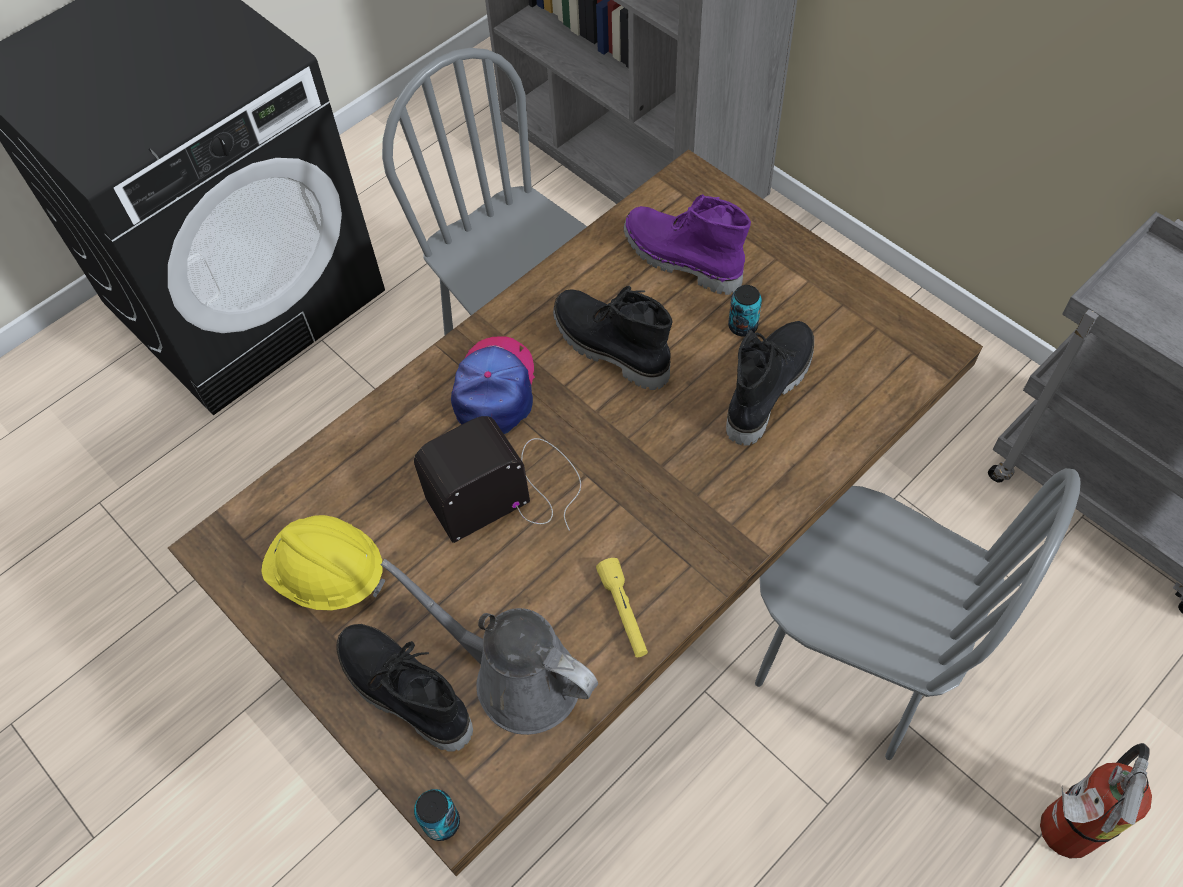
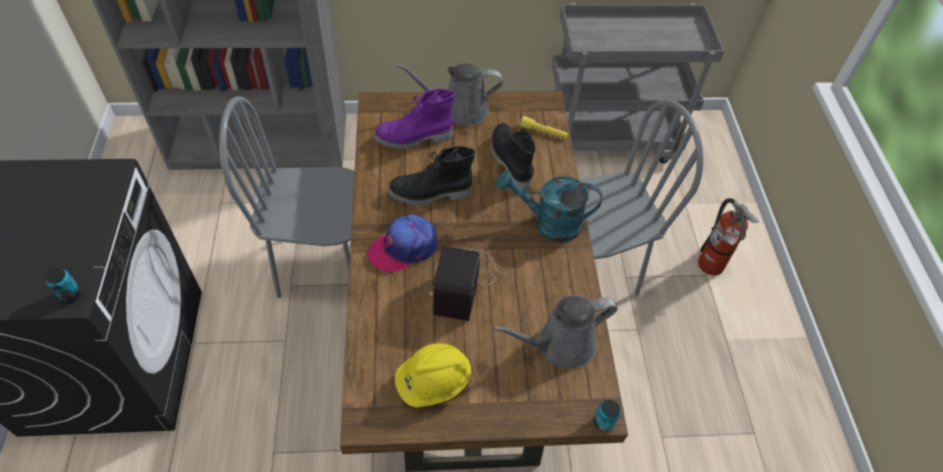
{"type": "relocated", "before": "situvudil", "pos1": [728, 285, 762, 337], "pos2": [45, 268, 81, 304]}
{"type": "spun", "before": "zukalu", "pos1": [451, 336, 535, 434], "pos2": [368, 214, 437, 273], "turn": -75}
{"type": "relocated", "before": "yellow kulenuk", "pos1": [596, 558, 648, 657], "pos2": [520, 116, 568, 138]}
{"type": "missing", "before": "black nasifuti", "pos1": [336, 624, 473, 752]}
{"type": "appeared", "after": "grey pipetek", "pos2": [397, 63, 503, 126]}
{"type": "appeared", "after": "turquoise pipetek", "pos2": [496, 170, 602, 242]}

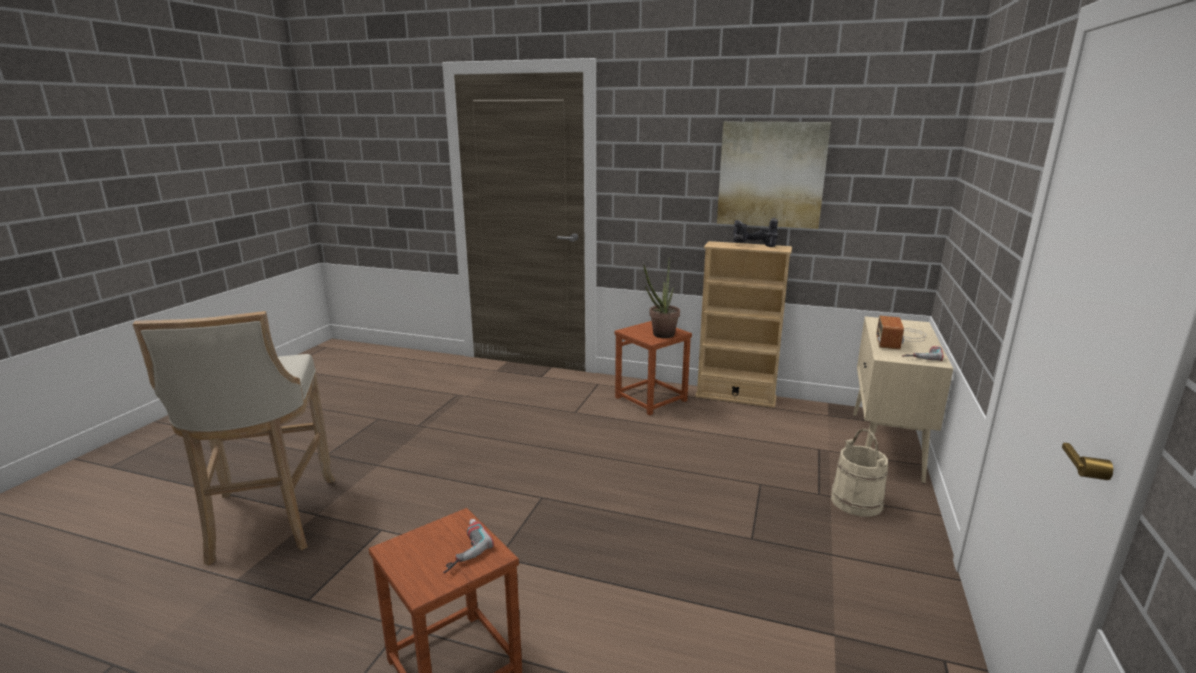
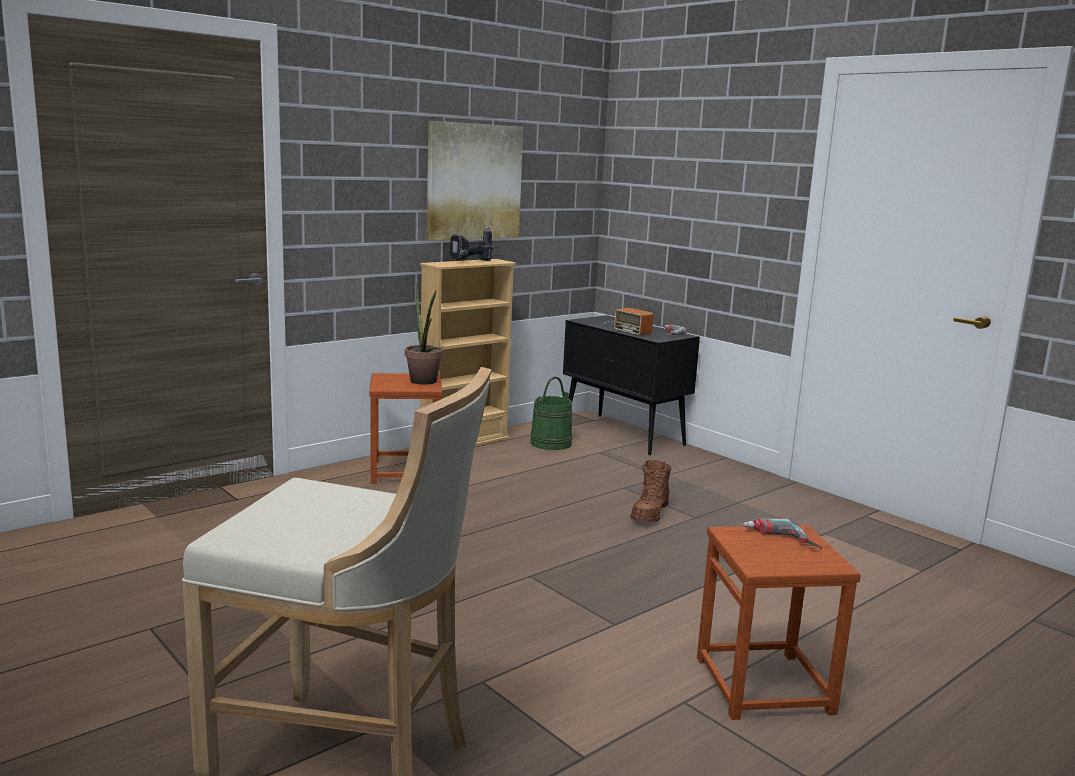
{"type": "colour", "before": "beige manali", "after": "black manali", "pos1": [853, 316, 953, 484], "pos2": [563, 315, 700, 455]}
{"type": "missing", "before": "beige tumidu", "pos1": [831, 428, 888, 517]}
{"type": "appeared", "after": "green tumidu", "pos2": [530, 376, 573, 450]}
{"type": "appeared", "after": "brown nasifuti", "pos2": [630, 460, 671, 522]}

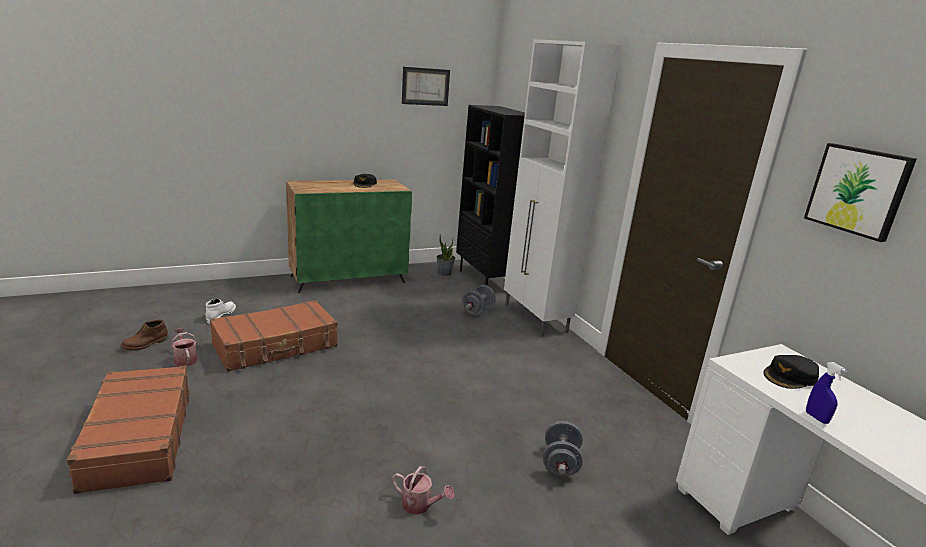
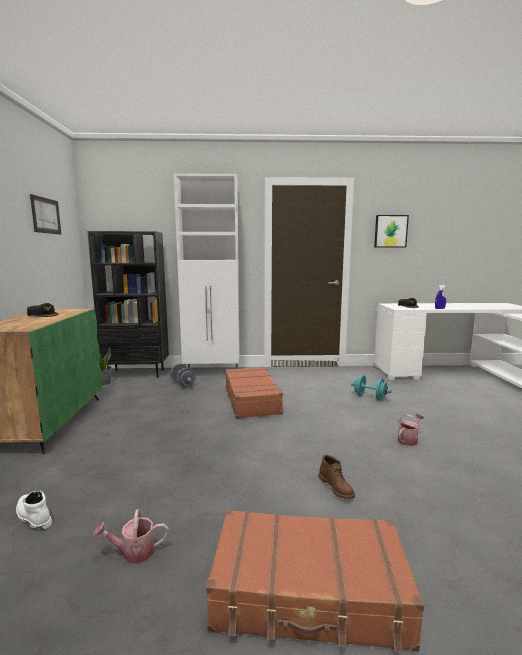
{"type": "relocated", "before": "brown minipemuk", "pos1": [210, 300, 338, 372], "pos2": [225, 367, 283, 419]}
{"type": "relocated", "before": "brown nasifuti", "pos1": [121, 319, 168, 350], "pos2": [319, 455, 355, 499]}
{"type": "colour", "before": "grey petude", "after": "turquoise petude", "pos1": [543, 421, 583, 476], "pos2": [351, 375, 392, 400]}

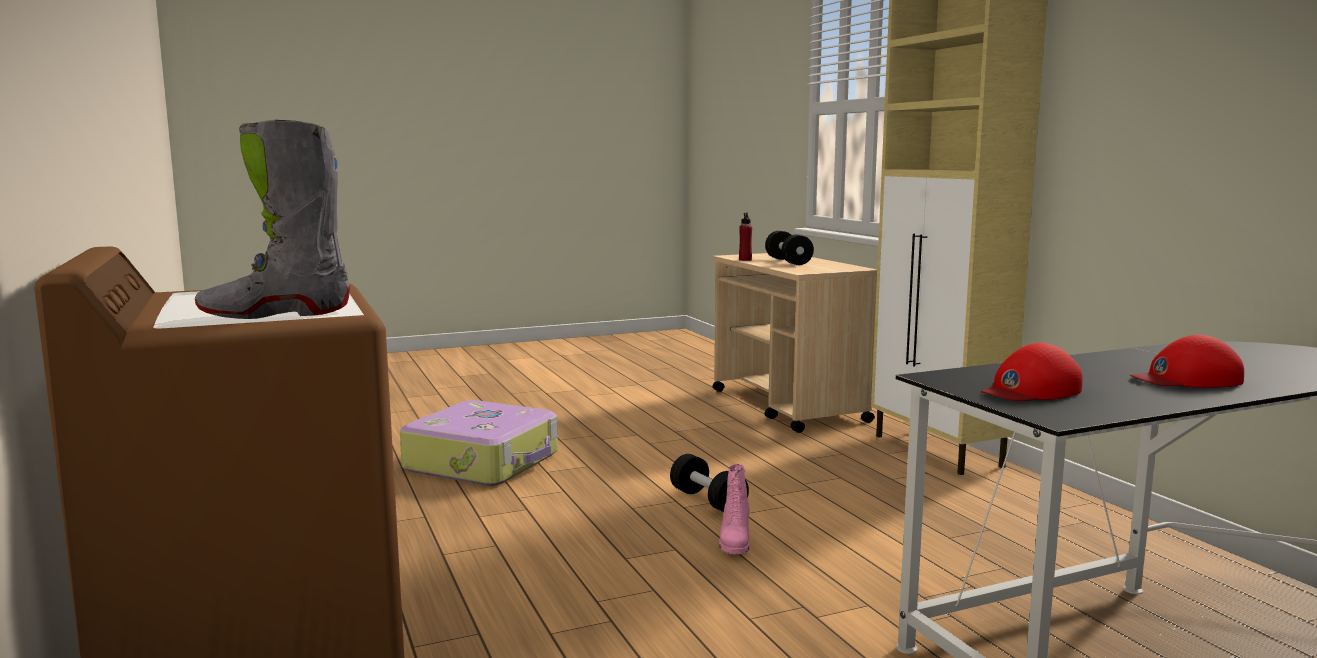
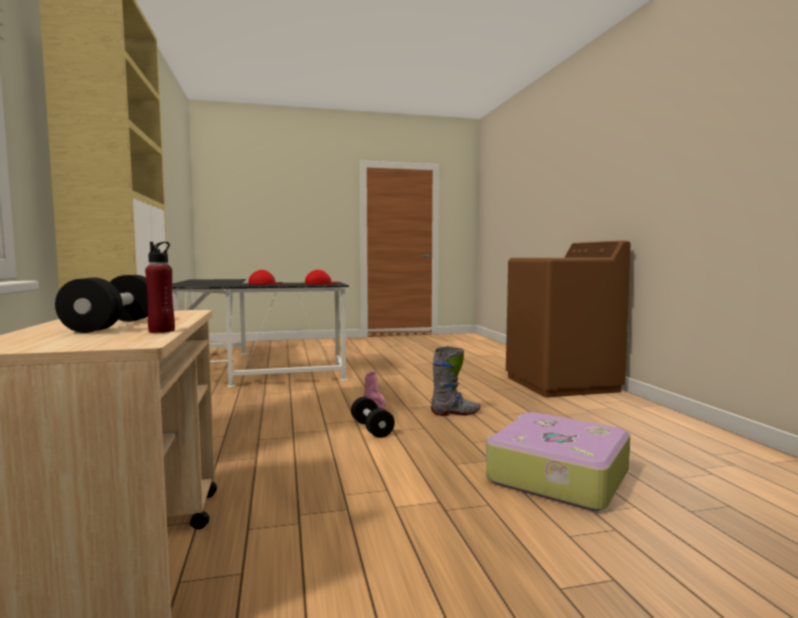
{"type": "relocated", "before": "grey nasifuti", "pos1": [195, 120, 350, 319], "pos2": [431, 346, 480, 416]}

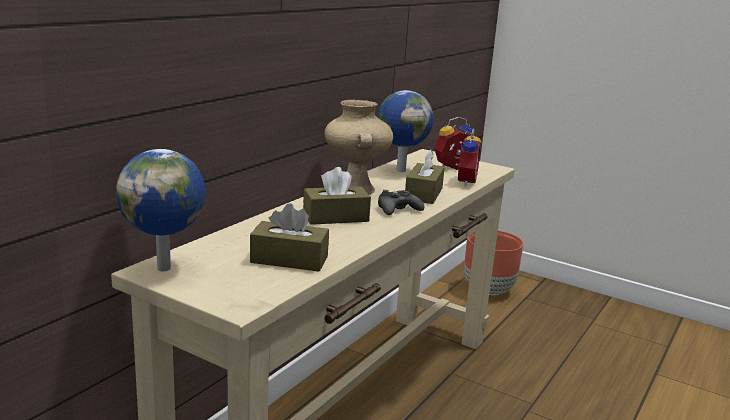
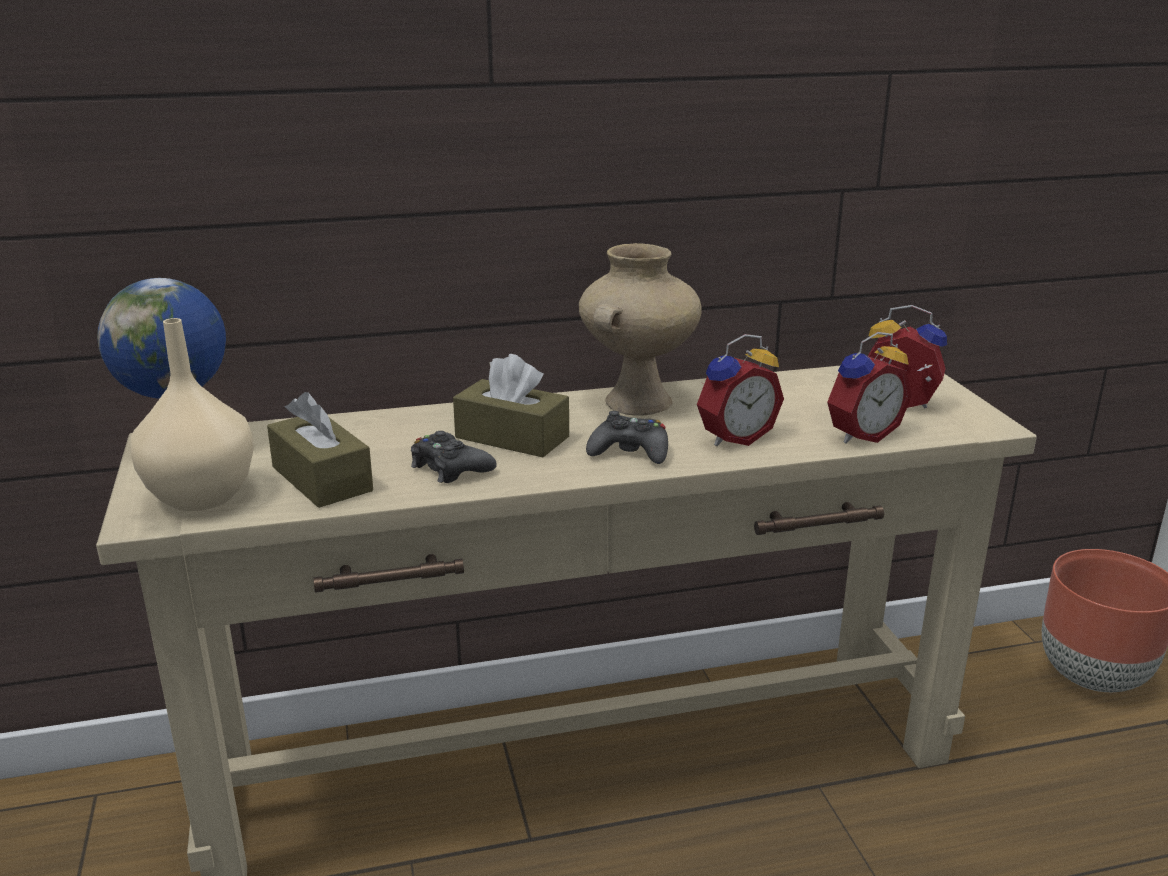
{"type": "missing", "before": "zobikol", "pos1": [378, 90, 433, 172]}
{"type": "exchanged", "before": "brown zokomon", "after": "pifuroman", "pos1": [405, 149, 445, 204], "pos2": [697, 334, 784, 446]}
{"type": "appeared", "after": "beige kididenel", "pos2": [130, 318, 254, 511]}
{"type": "appeared", "after": "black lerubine", "pos2": [411, 431, 497, 483]}

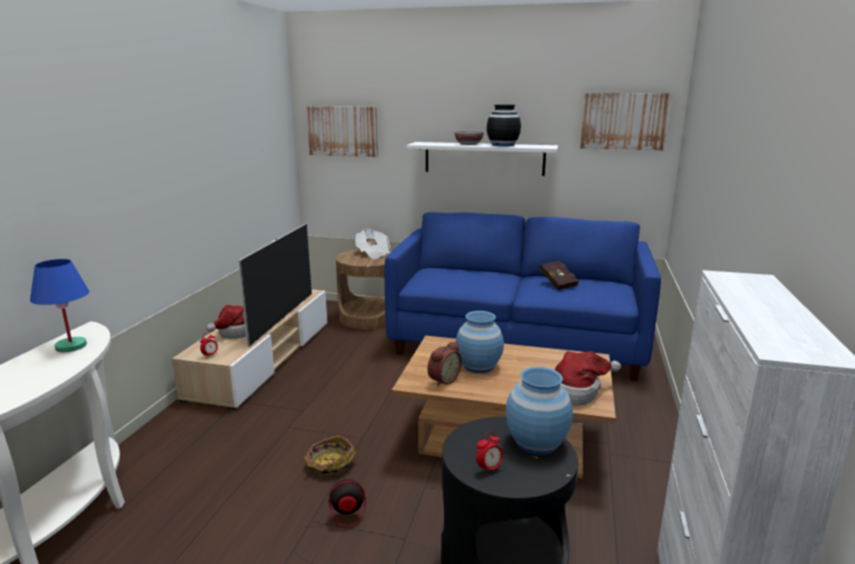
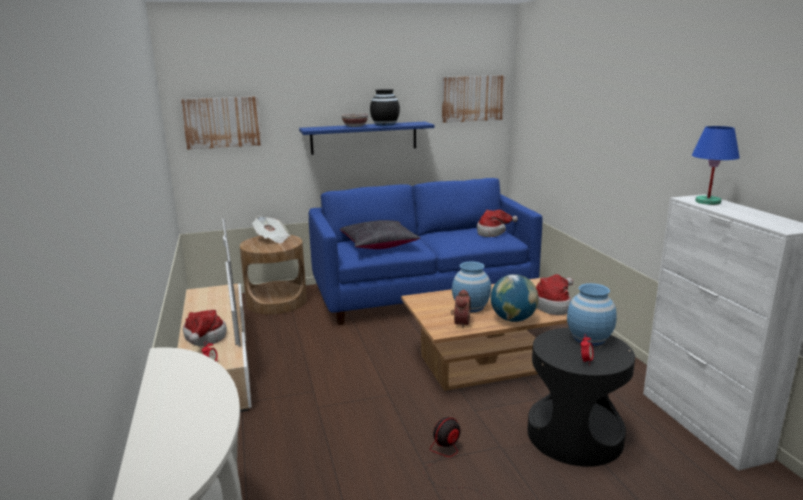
{"type": "colour", "before": "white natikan", "after": "blue natikan", "pos1": [407, 142, 558, 176], "pos2": [299, 122, 434, 155]}
{"type": "relocated", "before": "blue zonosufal", "pos1": [30, 259, 89, 352], "pos2": [692, 126, 740, 205]}
{"type": "missing", "before": "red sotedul", "pos1": [540, 261, 579, 290]}
{"type": "missing", "before": "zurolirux", "pos1": [303, 435, 357, 476]}
{"type": "appeared", "after": "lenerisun", "pos2": [477, 210, 518, 237]}
{"type": "appeared", "after": "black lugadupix", "pos2": [340, 220, 420, 249]}
{"type": "appeared", "after": "zobikol", "pos2": [491, 274, 539, 322]}

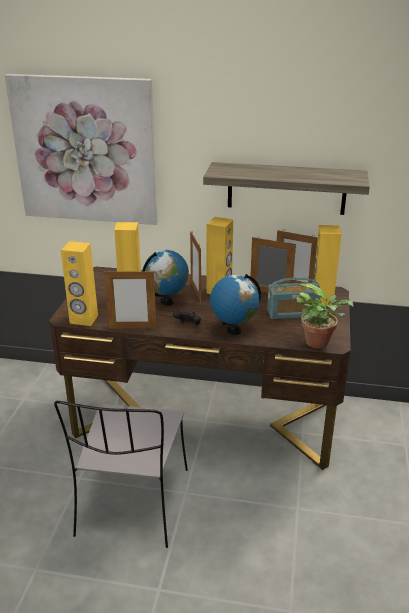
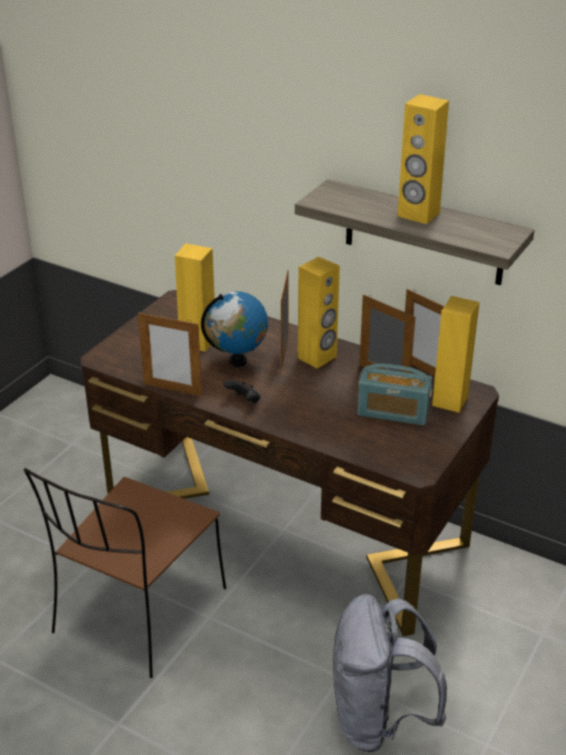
{"type": "missing", "before": "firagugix", "pos1": [5, 74, 157, 225]}
{"type": "relocated", "before": "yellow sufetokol", "pos1": [61, 241, 98, 326], "pos2": [397, 94, 449, 224]}
{"type": "missing", "before": "zobikol", "pos1": [210, 274, 261, 335]}
{"type": "missing", "before": "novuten", "pos1": [297, 283, 353, 348]}
{"type": "colour", "before": "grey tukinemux", "after": "brown tukinemux", "pos1": [54, 401, 188, 548], "pos2": [24, 468, 226, 678]}
{"type": "appeared", "after": "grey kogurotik", "pos2": [333, 594, 447, 752]}

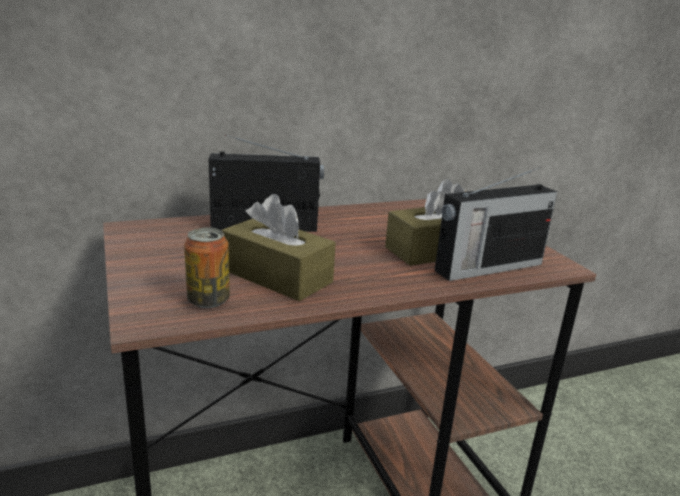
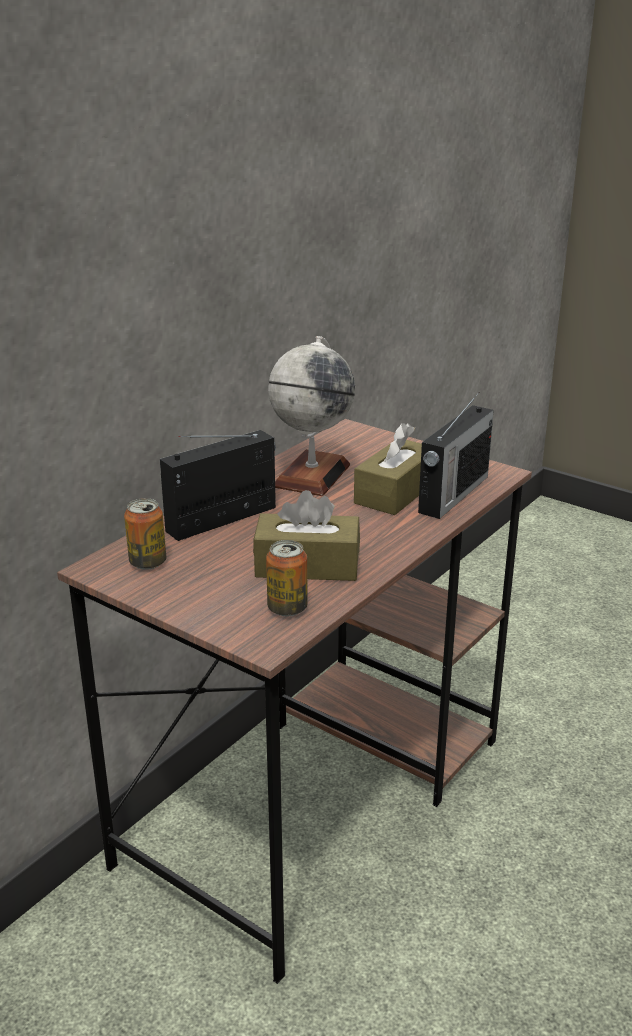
{"type": "appeared", "after": "zobikol", "pos2": [268, 336, 355, 496]}
{"type": "appeared", "after": "situvudil", "pos2": [124, 498, 166, 570]}

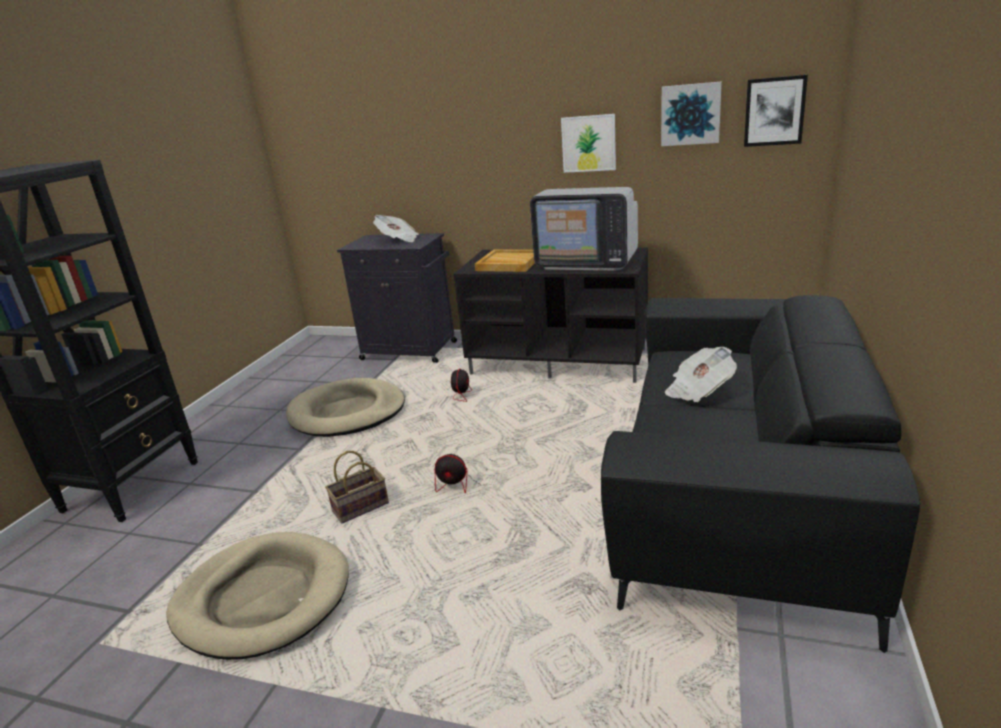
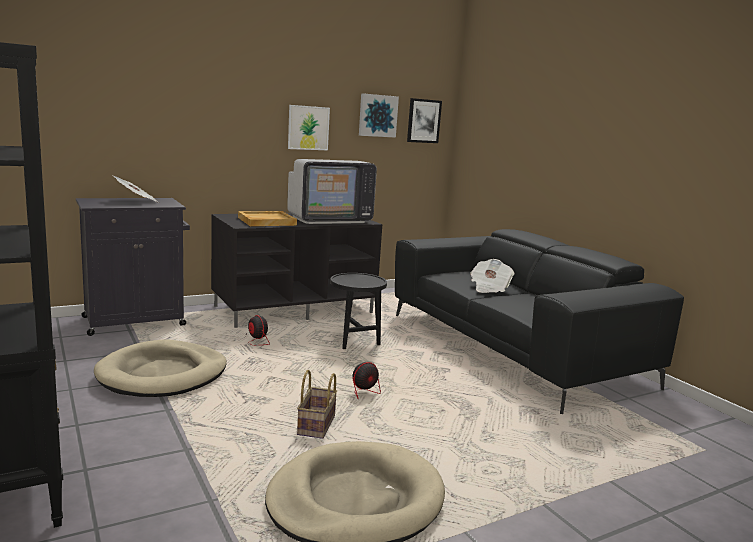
{"type": "appeared", "after": "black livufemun", "pos2": [330, 273, 387, 349]}

